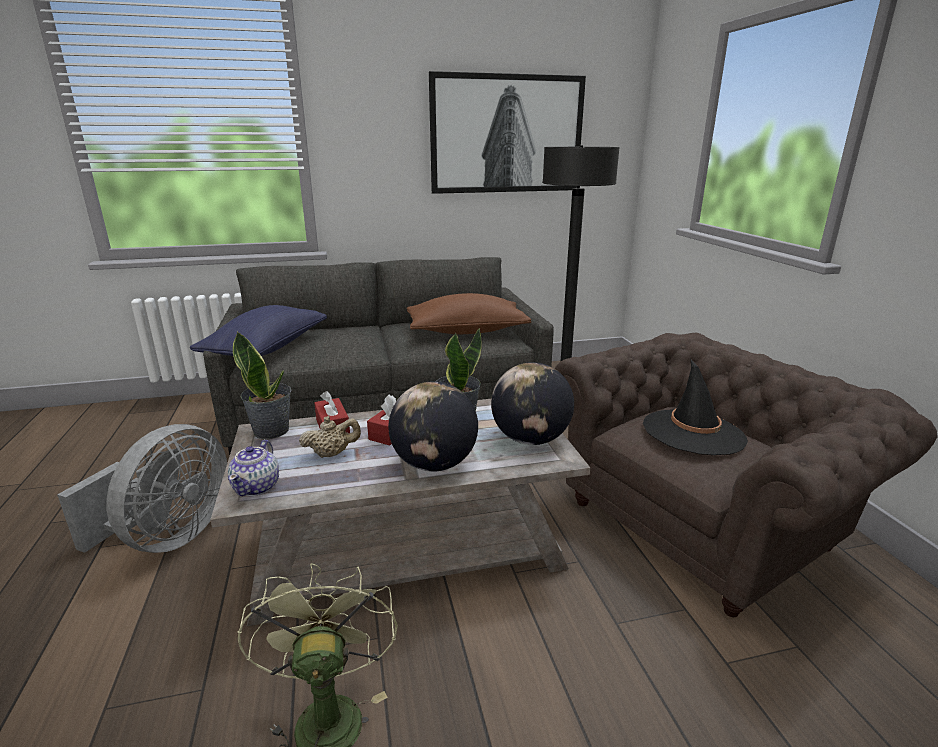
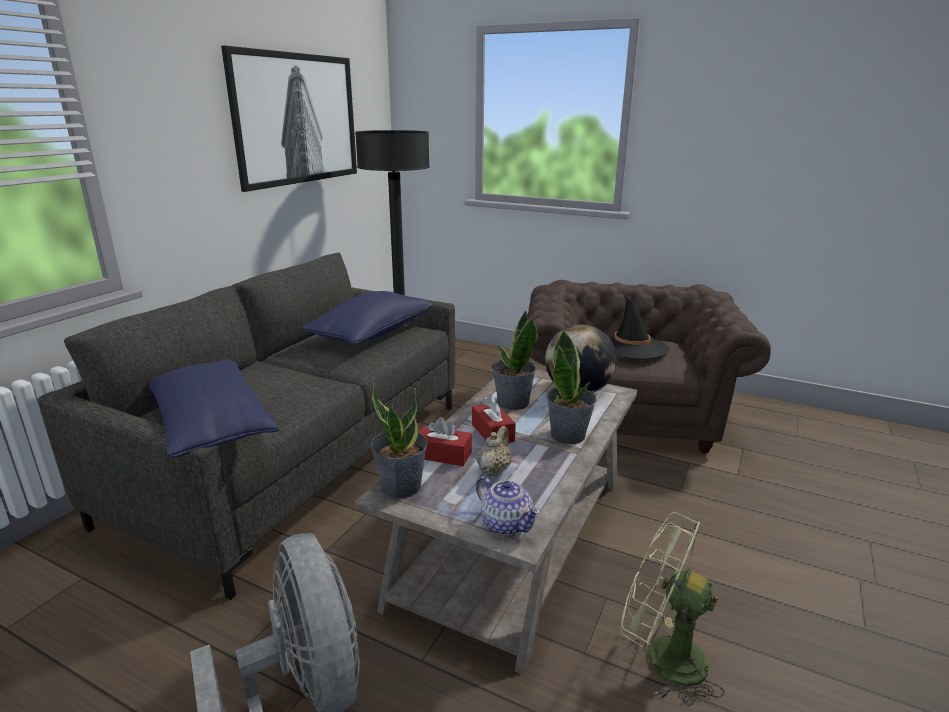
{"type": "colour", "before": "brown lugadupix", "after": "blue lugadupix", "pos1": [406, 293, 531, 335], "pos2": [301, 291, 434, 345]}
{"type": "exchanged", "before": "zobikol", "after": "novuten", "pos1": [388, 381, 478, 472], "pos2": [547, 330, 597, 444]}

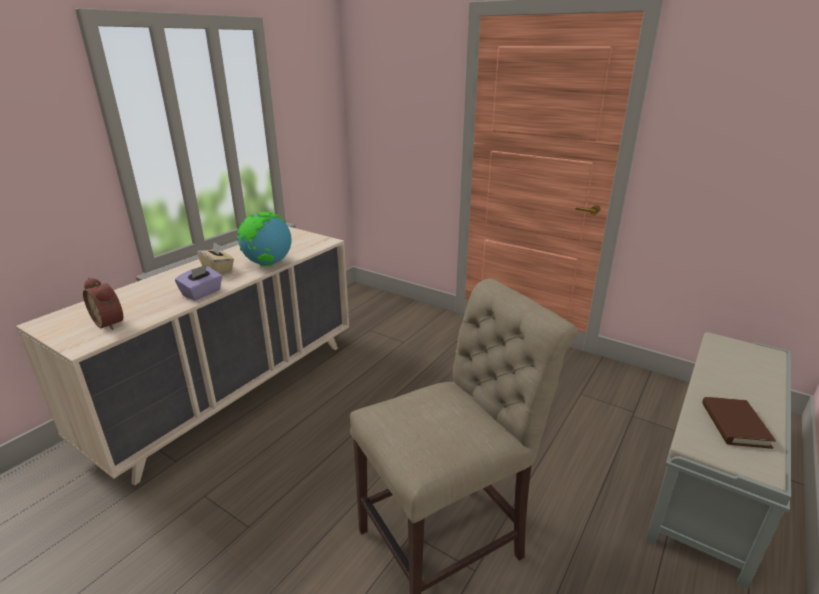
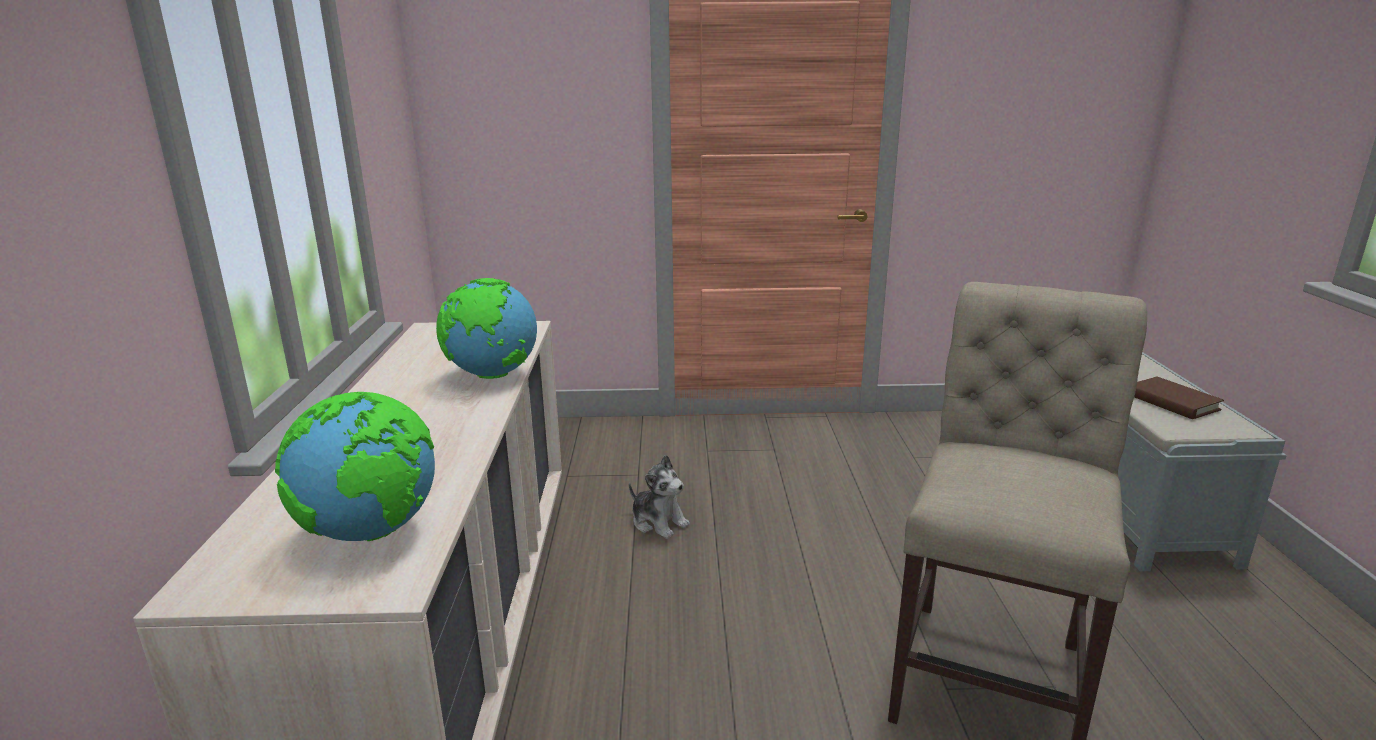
{"type": "missing", "before": "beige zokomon", "pos1": [197, 242, 234, 274]}
{"type": "missing", "before": "purple zokomon", "pos1": [175, 264, 222, 300]}
{"type": "exchanged", "before": "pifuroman", "after": "zobikol", "pos1": [83, 278, 123, 330], "pos2": [275, 392, 435, 541]}
{"type": "appeared", "after": "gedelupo", "pos2": [629, 455, 690, 539]}

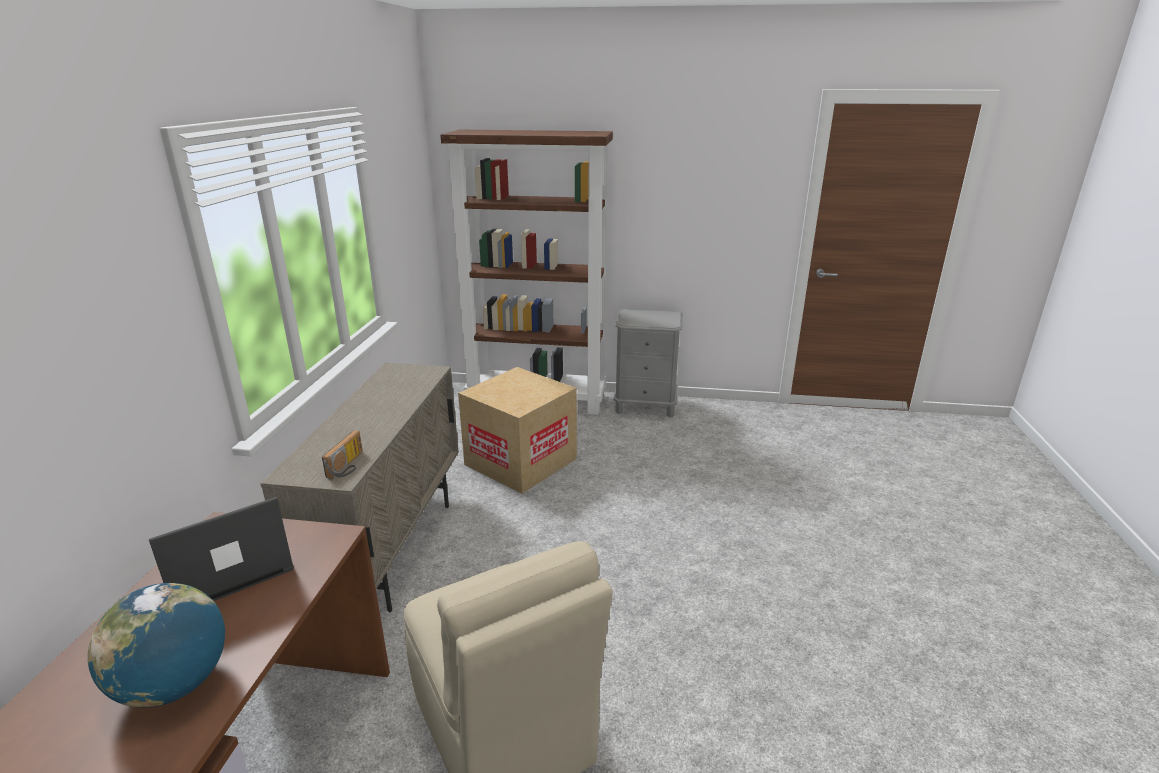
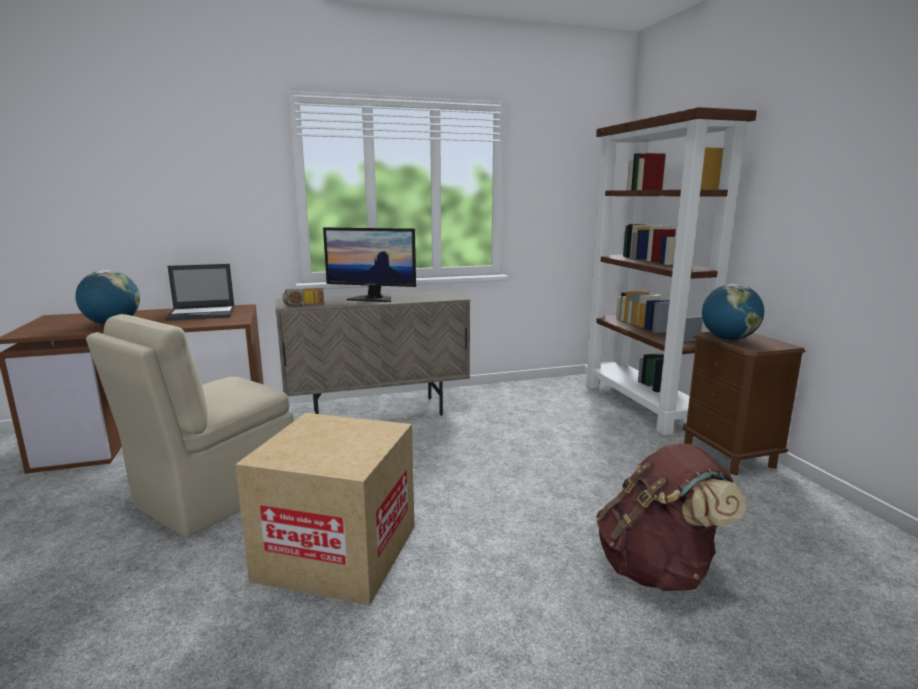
{"type": "colour", "before": "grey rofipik", "after": "brown rofipik", "pos1": [614, 309, 682, 417], "pos2": [683, 332, 805, 475]}
{"type": "relocated", "before": "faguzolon", "pos1": [458, 367, 577, 494], "pos2": [235, 413, 414, 605]}
{"type": "spun", "before": "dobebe", "pos1": [149, 497, 294, 601], "pos2": [165, 264, 235, 321], "turn": 135}
{"type": "appeared", "after": "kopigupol", "pos2": [323, 227, 416, 302]}
{"type": "appeared", "after": "zobikol", "pos2": [702, 284, 764, 340]}
{"type": "appeared", "after": "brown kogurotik", "pos2": [596, 443, 746, 591]}

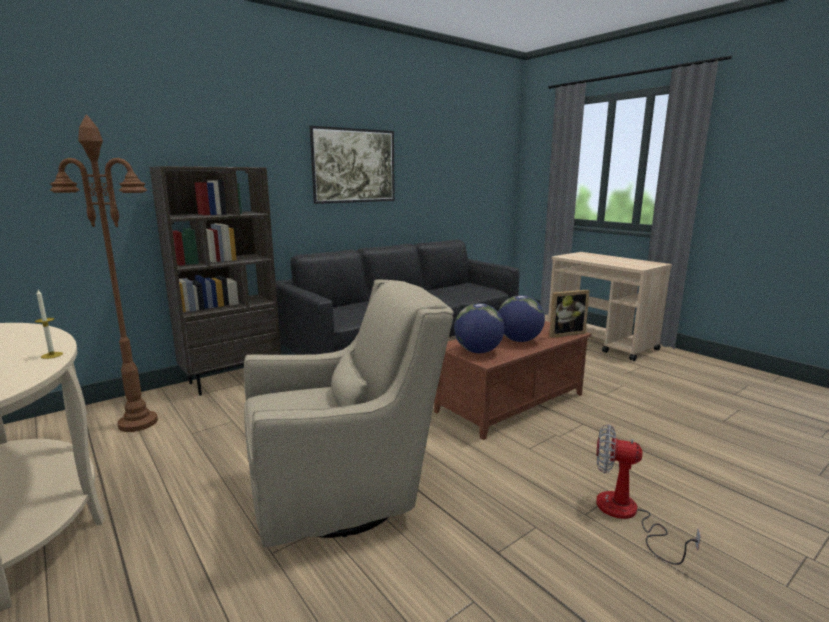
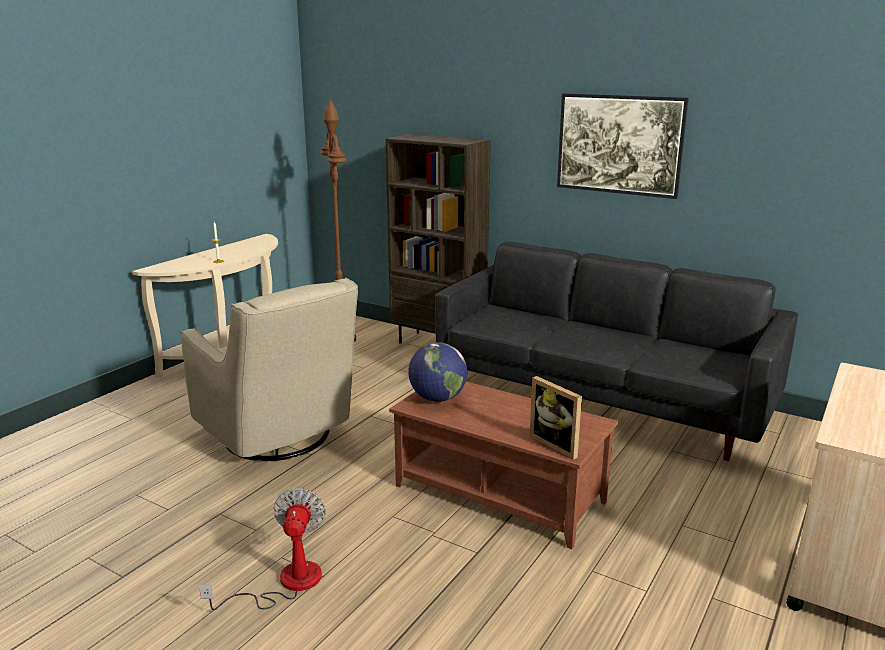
{"type": "missing", "before": "zobikol", "pos1": [498, 295, 545, 342]}

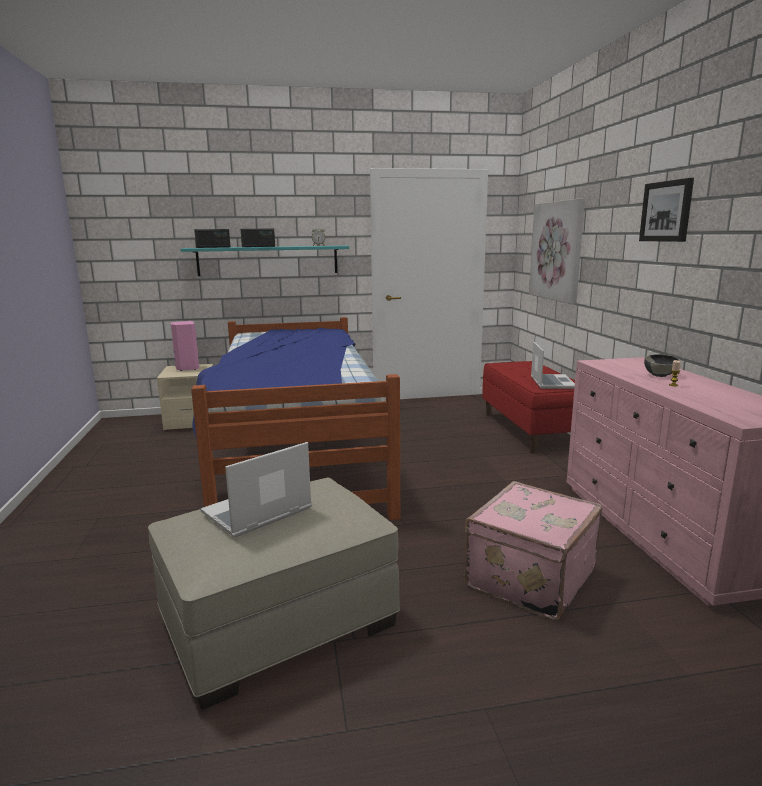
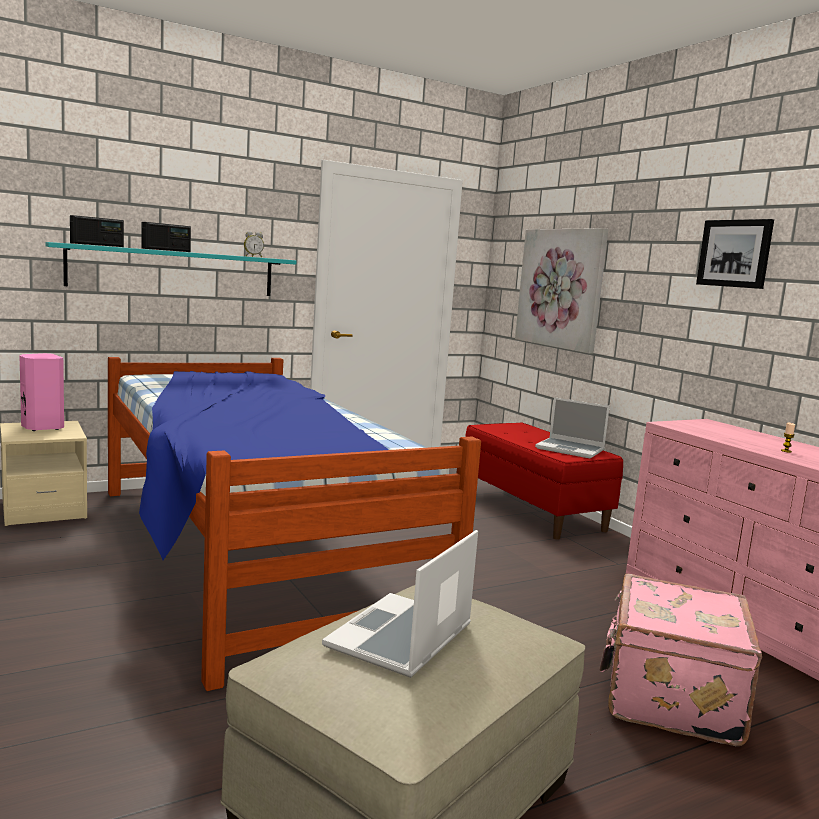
{"type": "spun", "before": "dobebe", "pos1": [531, 342, 575, 389], "pos2": [535, 397, 610, 458], "turn": 135}
{"type": "missing", "before": "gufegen", "pos1": [644, 354, 681, 377]}

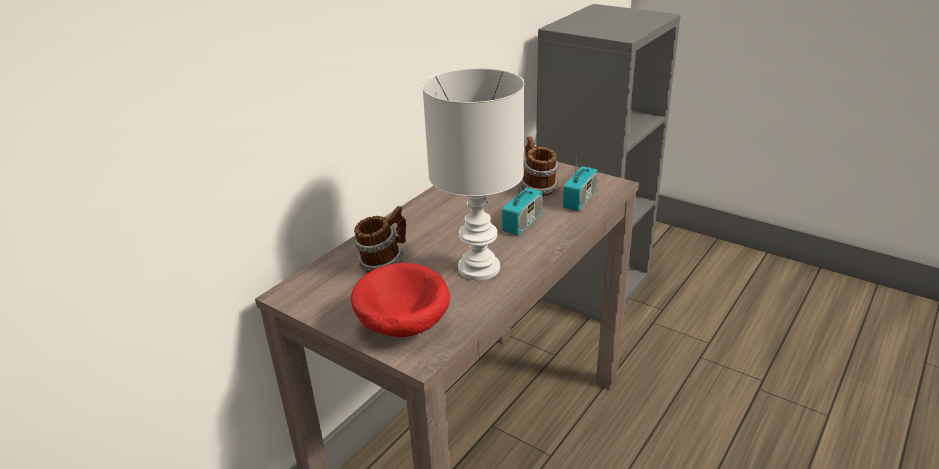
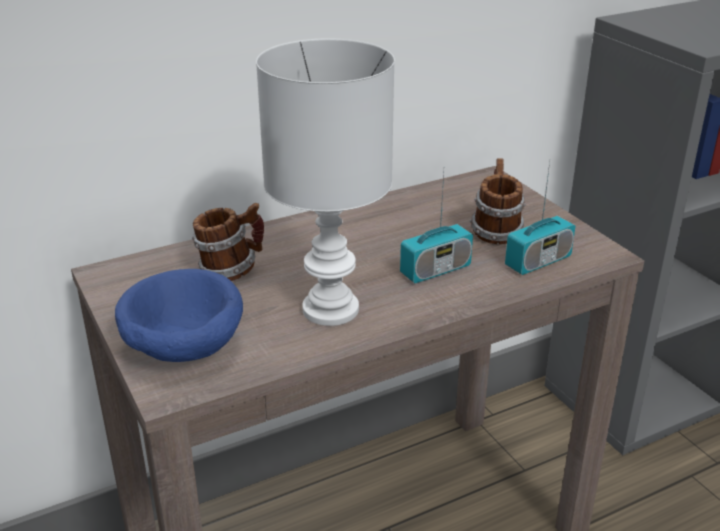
{"type": "colour", "before": "red gufegen", "after": "blue gufegen", "pos1": [351, 263, 450, 337], "pos2": [115, 269, 243, 362]}

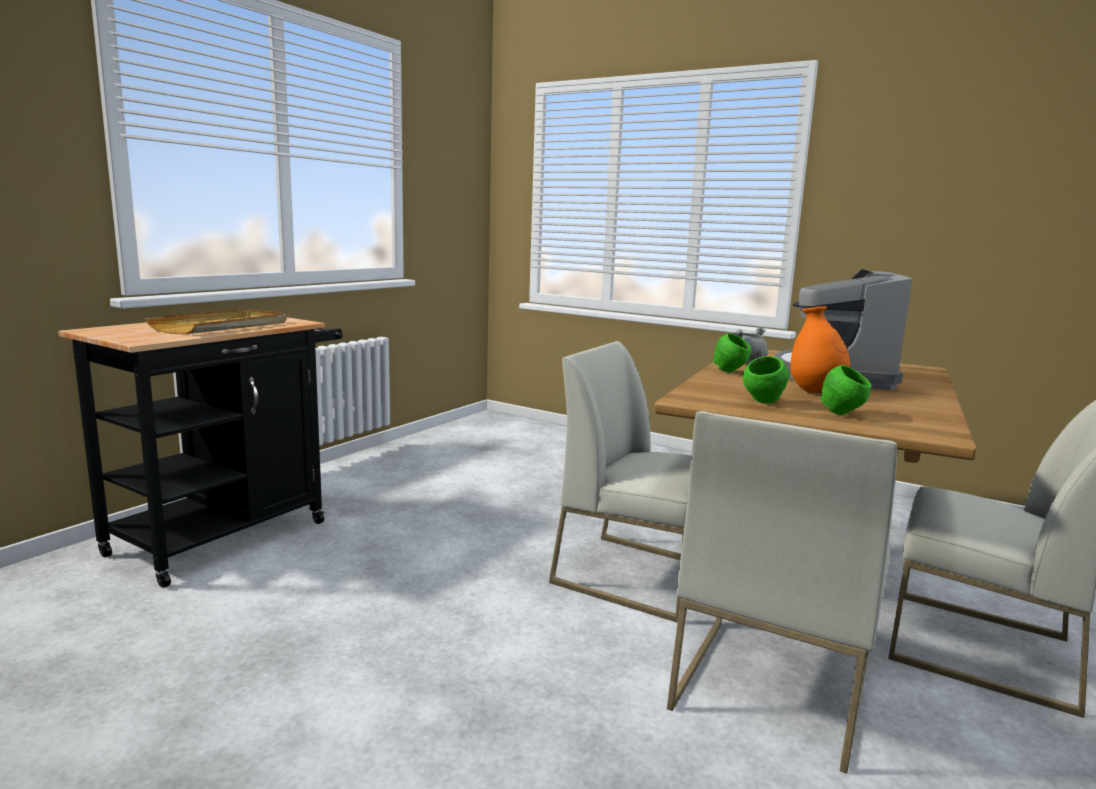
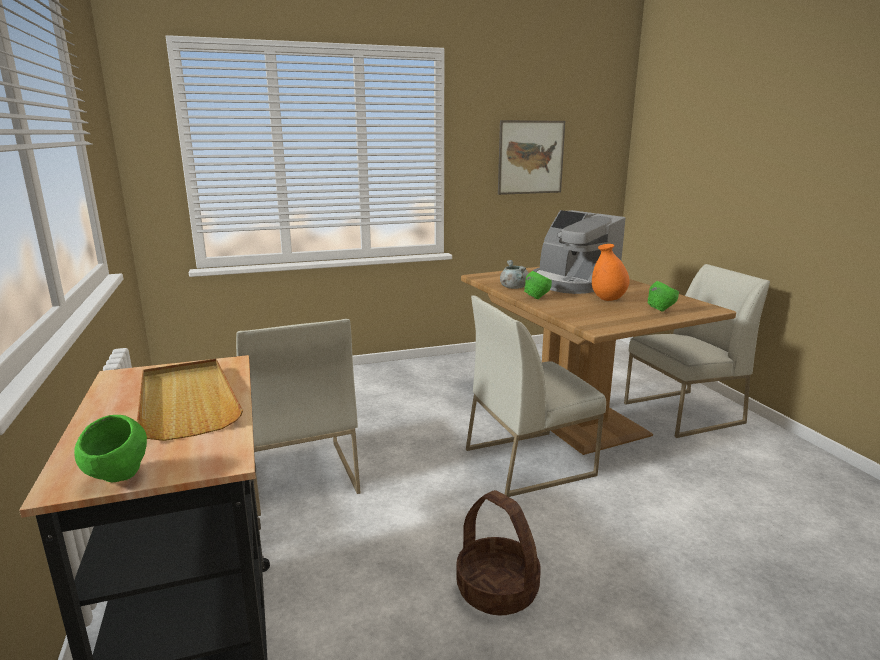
{"type": "relocated", "before": "green gufegen", "pos1": [743, 356, 789, 404], "pos2": [74, 415, 147, 483]}
{"type": "relocated", "before": "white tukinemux", "pos1": [667, 411, 897, 773], "pos2": [236, 319, 361, 516]}
{"type": "appeared", "after": "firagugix", "pos2": [498, 120, 565, 195]}
{"type": "appeared", "after": "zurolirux", "pos2": [456, 490, 541, 616]}

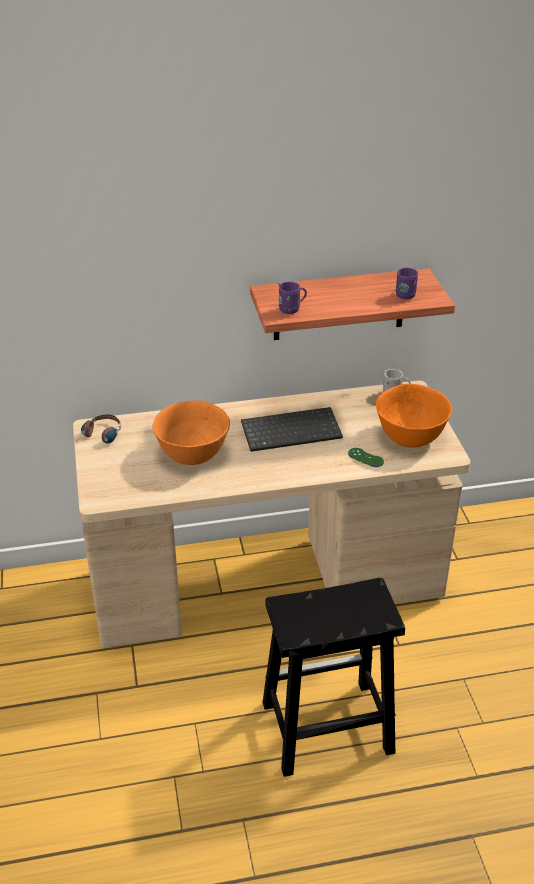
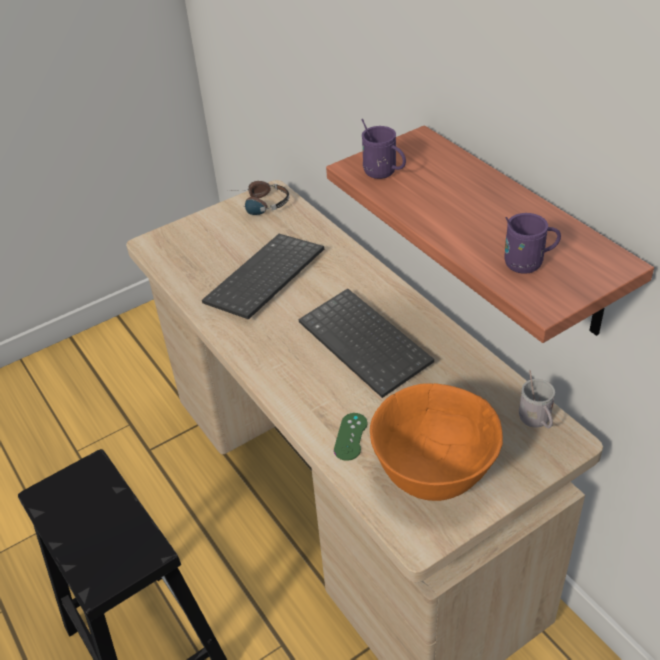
{"type": "exchanged", "before": "orange gufegen", "after": "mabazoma", "pos1": [153, 401, 230, 465], "pos2": [202, 234, 324, 320]}

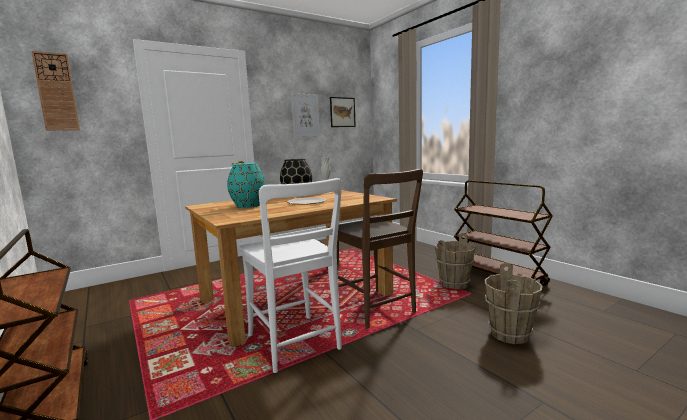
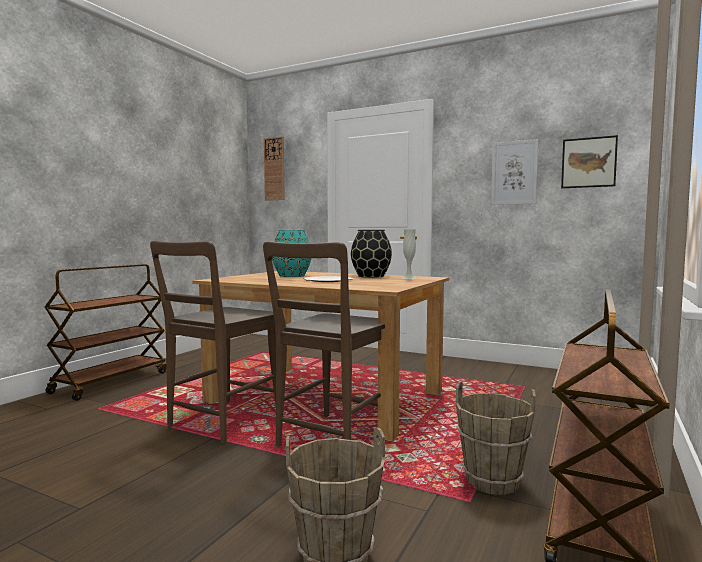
{"type": "colour", "before": "white tukinemux", "after": "brown tukinemux", "pos1": [239, 178, 342, 373], "pos2": [150, 241, 276, 444]}

